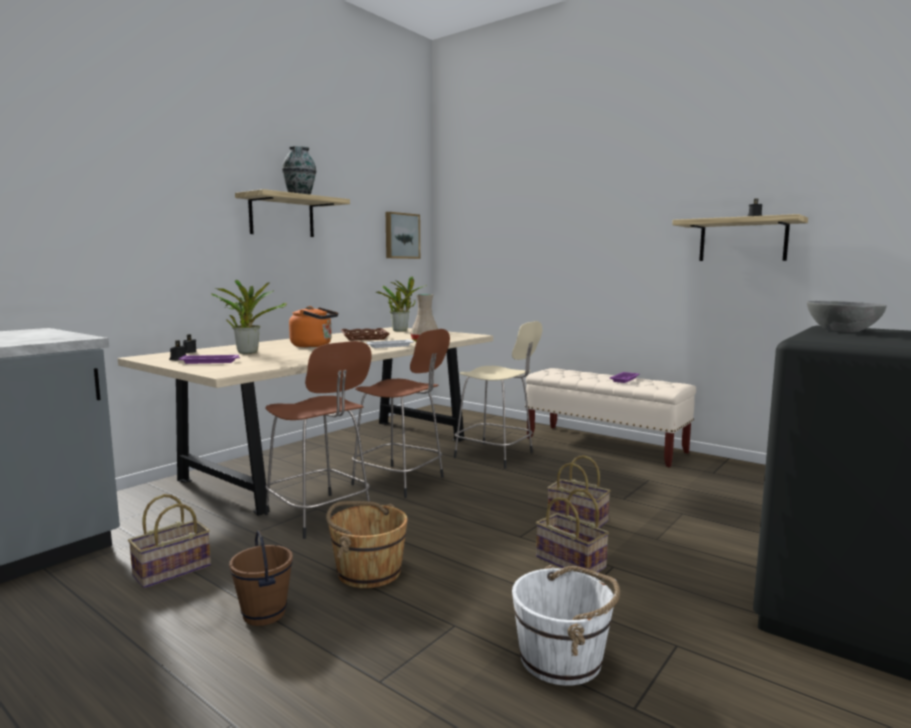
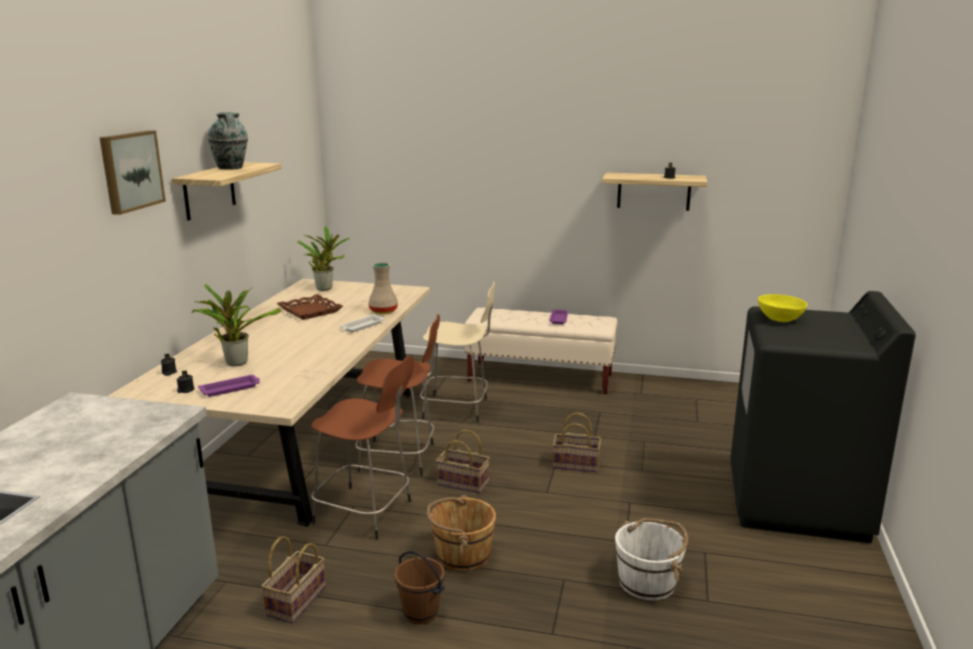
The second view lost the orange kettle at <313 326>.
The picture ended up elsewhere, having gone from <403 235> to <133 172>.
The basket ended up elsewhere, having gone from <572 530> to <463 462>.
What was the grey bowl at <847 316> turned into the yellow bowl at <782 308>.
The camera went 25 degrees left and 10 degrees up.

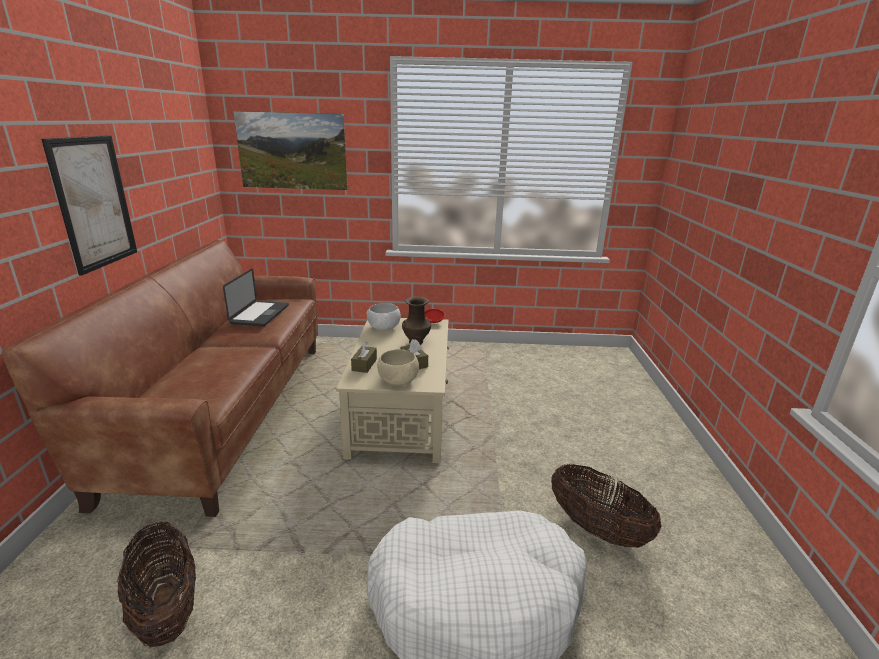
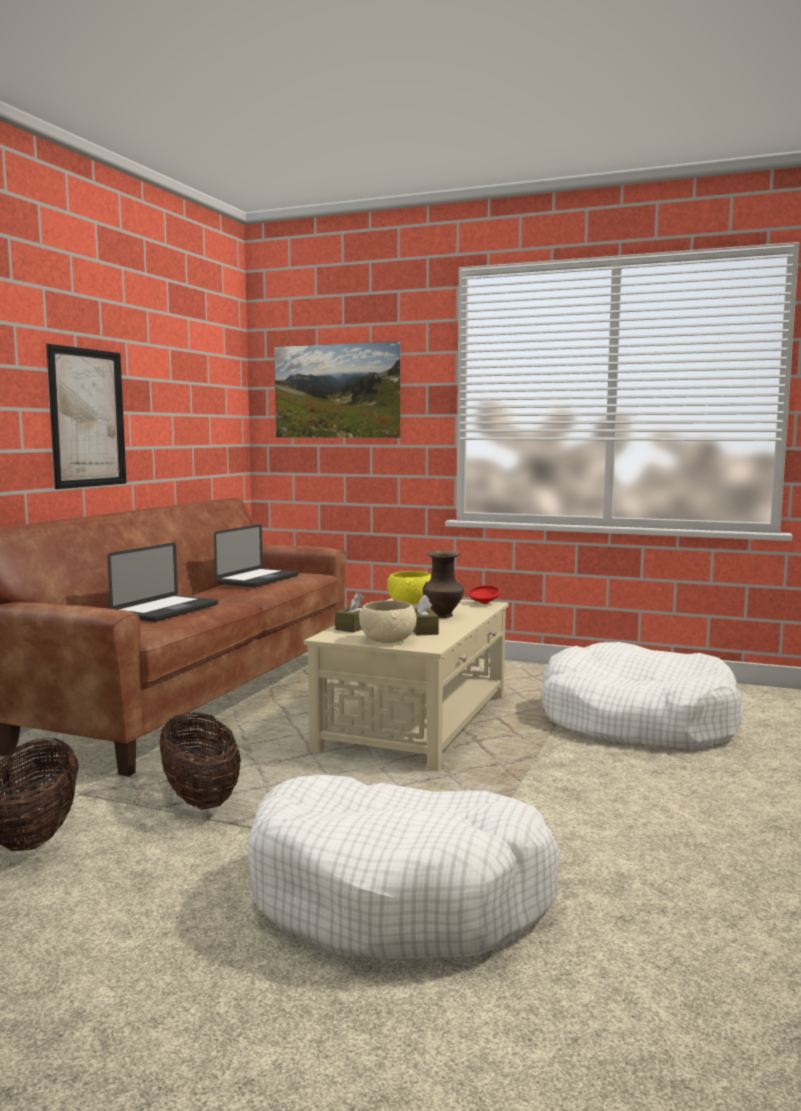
The second view gained the laptop at <162 582>.
The second view gained the white dog bed at <641 696>.
The basket ended up elsewhere, having gone from <606 506> to <200 761>.
What was the white bowl at <383 316> turned into the yellow bowl at <409 588>.
The camera went 20 degrees right and 15 degrees down.

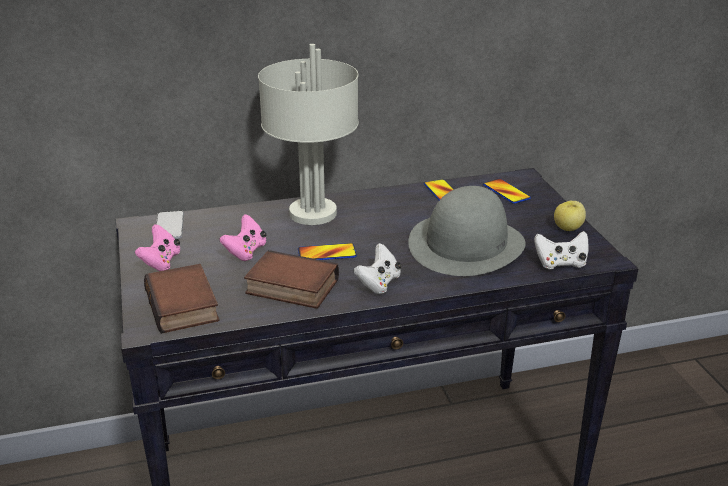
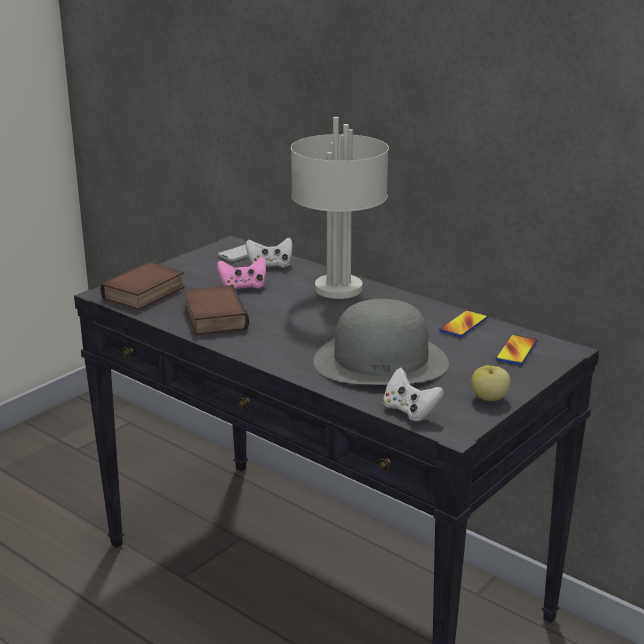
The second view lost the pink game controller at <157 247>.
The second view lost the phone at <327 251>.
The white game controller ended up elsewhere, having gone from <378 268> to <269 253>.
The camera went 55 degrees right and 5 degrees down.

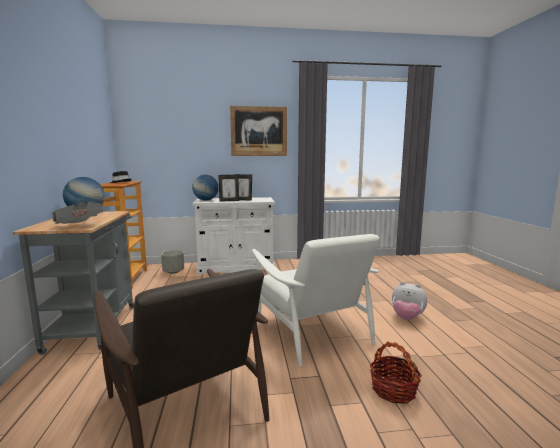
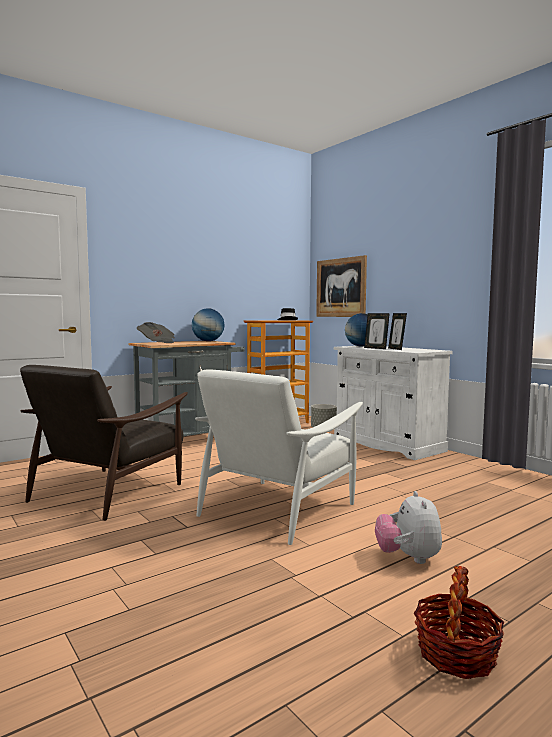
The picture ended up elsewhere, having gone from <258 131> to <341 286>.
The basket ended up elsewhere, having gone from <396 372> to <459 622>.
The camera went 60 degrees right and 5 degrees down.

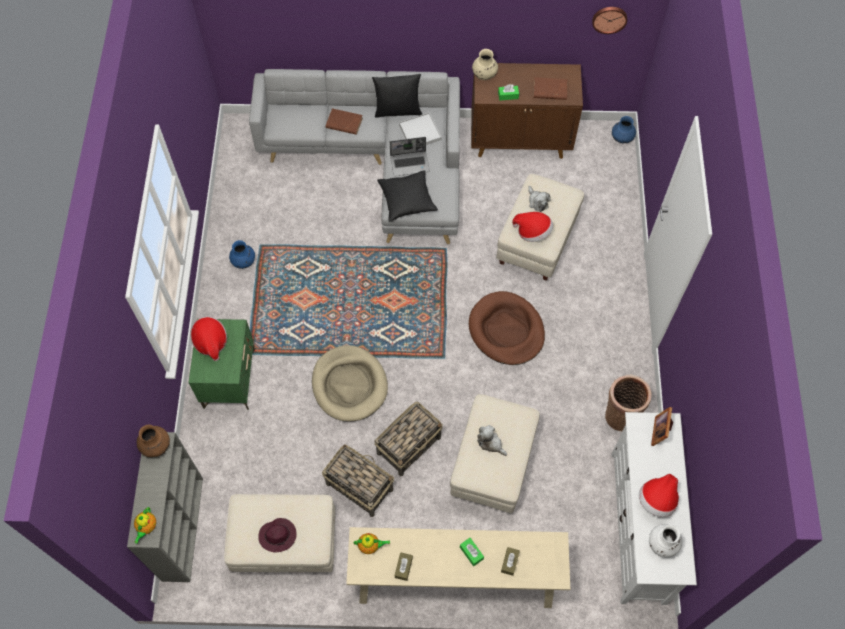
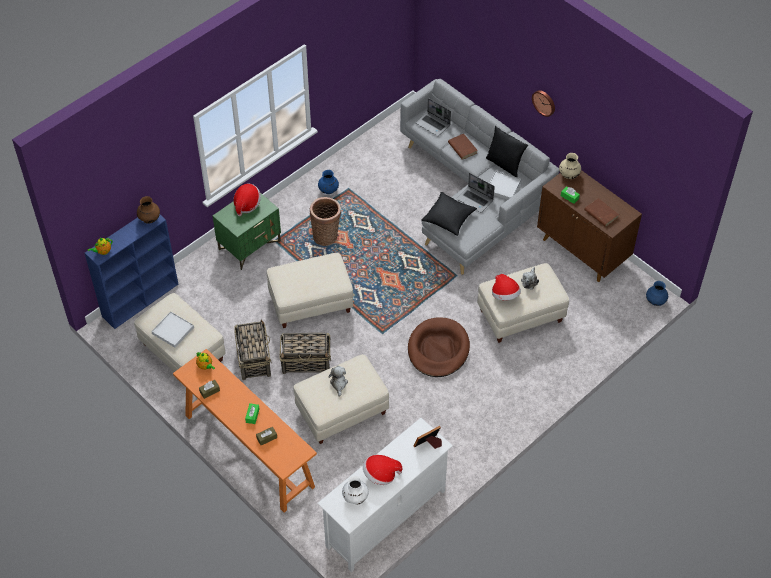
The second view gained the laptop at <433 117>.
The wall clock ended up elsewhere, having gone from <609 20> to <543 103>.
The basket ended up elsewhere, having gone from <628 403> to <325 221>.
Where the purple hat stood at <277 535>, the white tray came to stand at <172 329>.
Where the beige dog bed stood at <350 383>, the beige ottoman came to stand at <310 290>.
What was the grey bookcase at <165 507> turned into the blue bookcase at <131 272>.
What was the beige console table at <458 567> turned into the orange console table at <245 431>.
The camera went 45 degrees right and 10 degrees down.

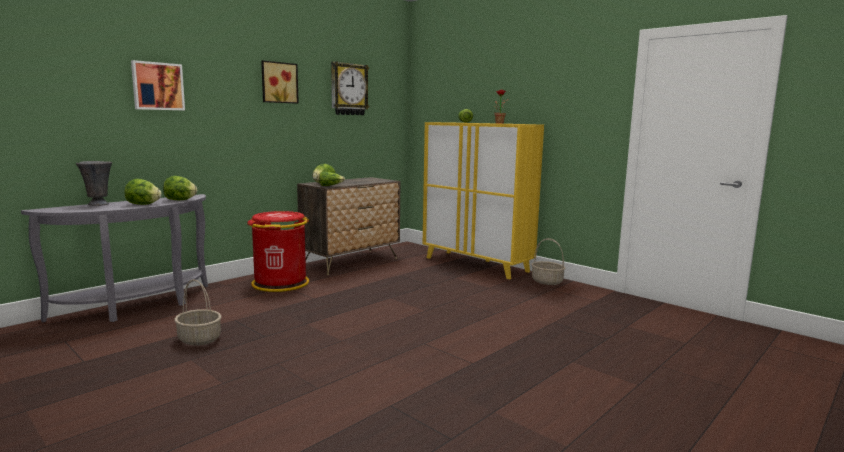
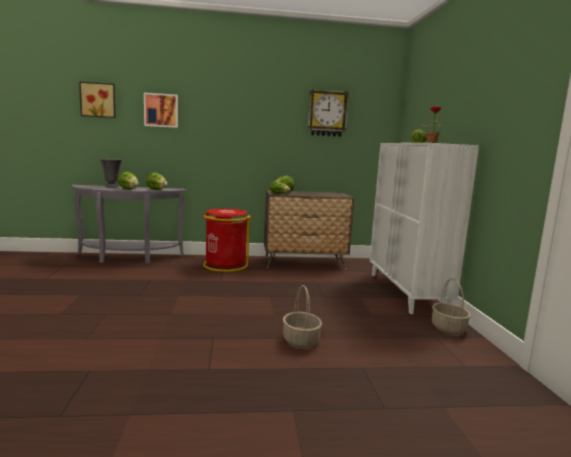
The basket ended up elsewhere, having gone from <198 312> to <302 316>.
The picture ended up elsewhere, having gone from <280 82> to <97 100>.
What was the yellow cabinet at <483 200> turned into the white cabinet at <424 228>.
The camera went 40 degrees right and 0 degrees up.

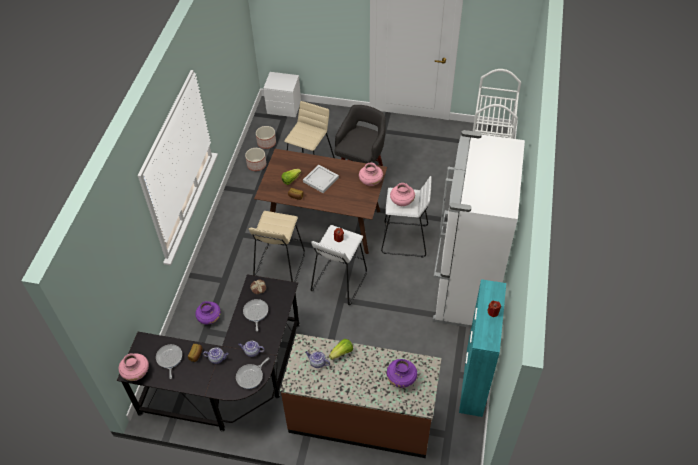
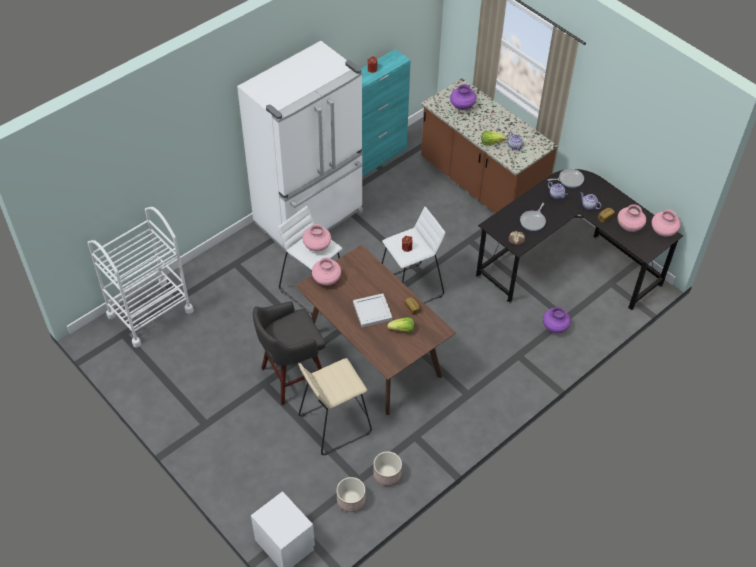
The second view lost the beige stool at <277 246>.
Where the frying pan stood at <169 361>, the pink vase came to stand at <632 218>.
The camera went 145 degrees left and 0 degrees up.

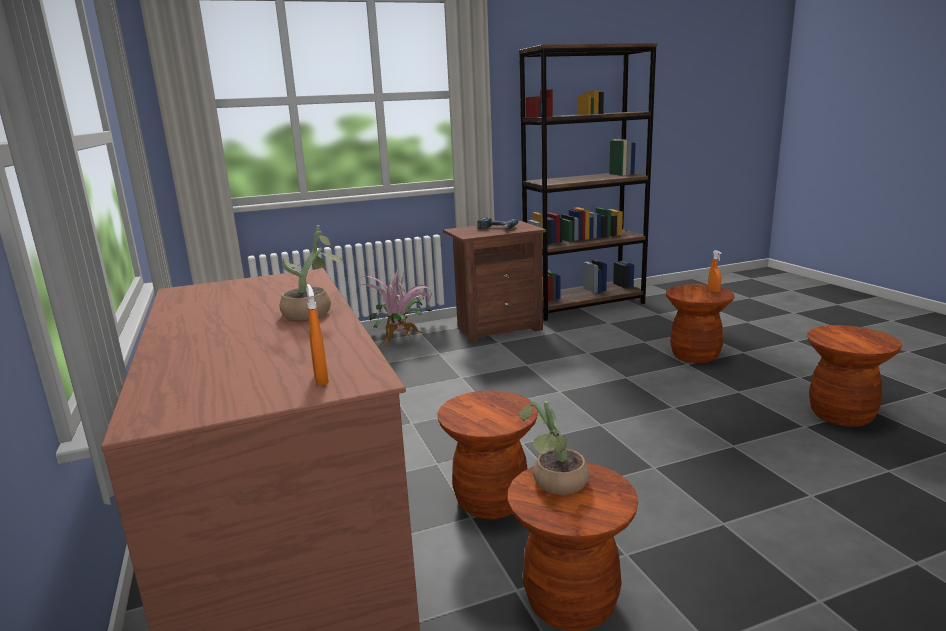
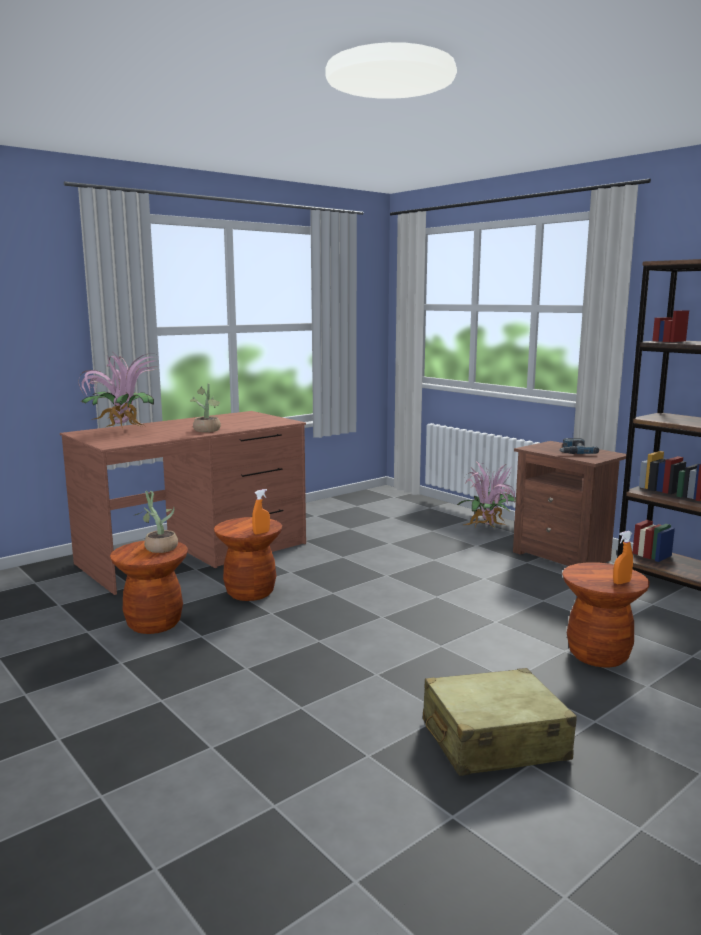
The second view gained the potted plant at <118 391>.
The orange spray bottle ended up elsewhere, having gone from <317 335> to <261 511>.
Where the brown stool stood at <854 376>, the beige suitcase came to stand at <500 722>.
The camera went 70 degrees right and 5 degrees down.

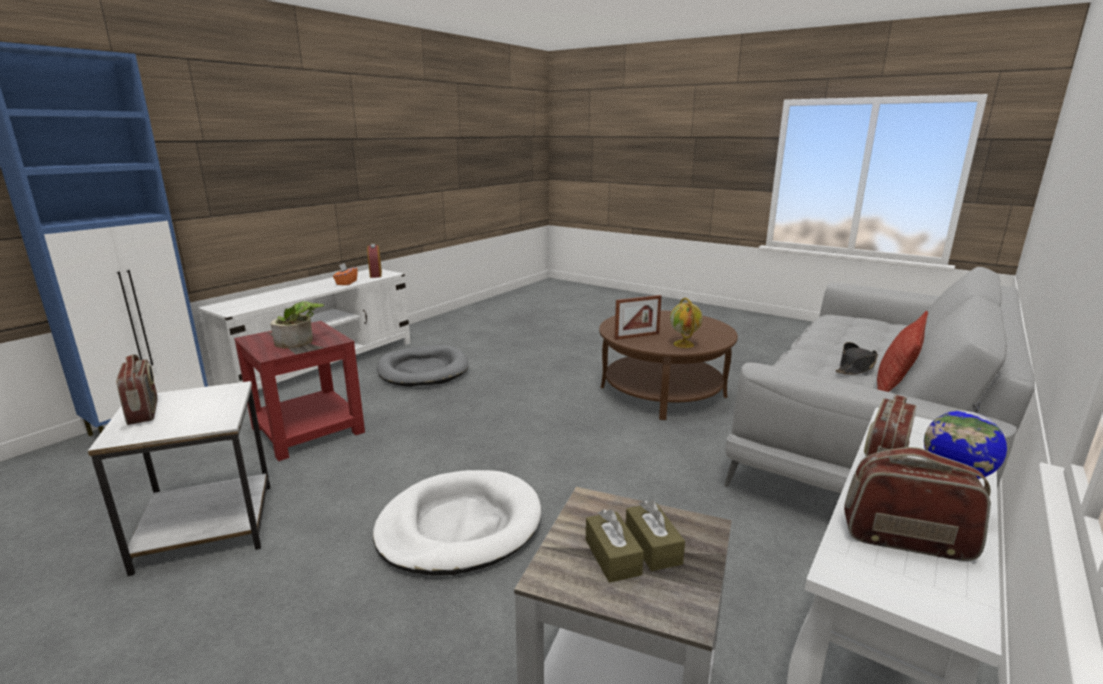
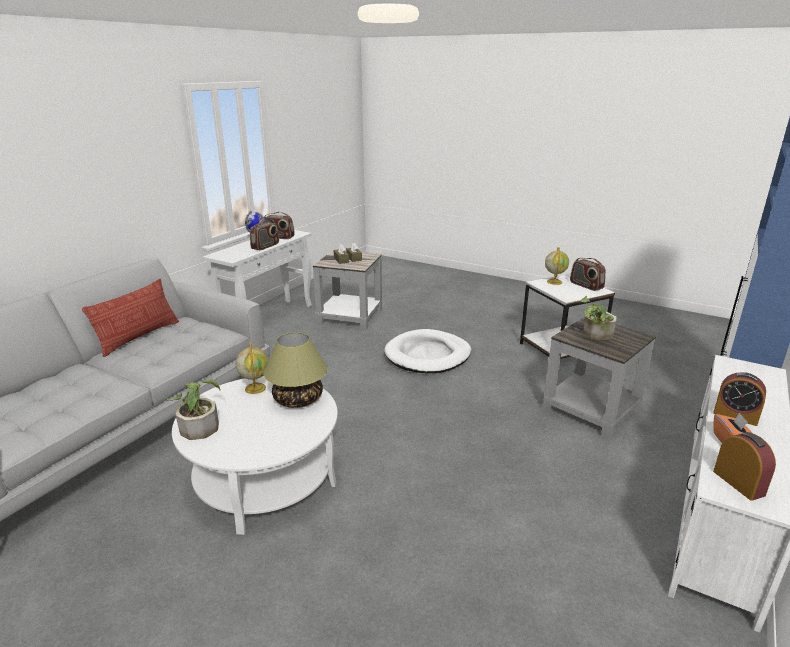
The second view lost the grey dog bed at <423 366>.
The second view lost the black hat at <856 358>.
The second view gained the potted plant at <193 409>.
The second view gained the globe at <557 266>.
The second view gained the alarm clock at <739 399>.
Where the picture frame stood at <638 317>, the table lamp came to stand at <296 370>.
What was the red side table at <299 391> turned into the grey side table at <599 378>.
What was the brown coffee table at <668 365> turned into the white coffee table at <255 455>.
The camera went 175 degrees right and 5 degrees up.

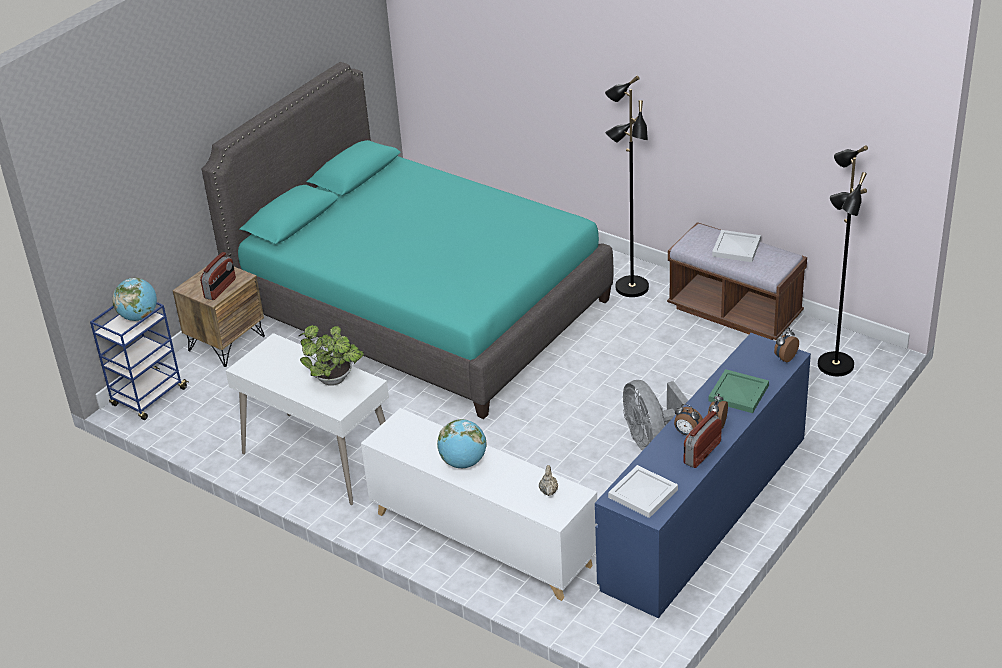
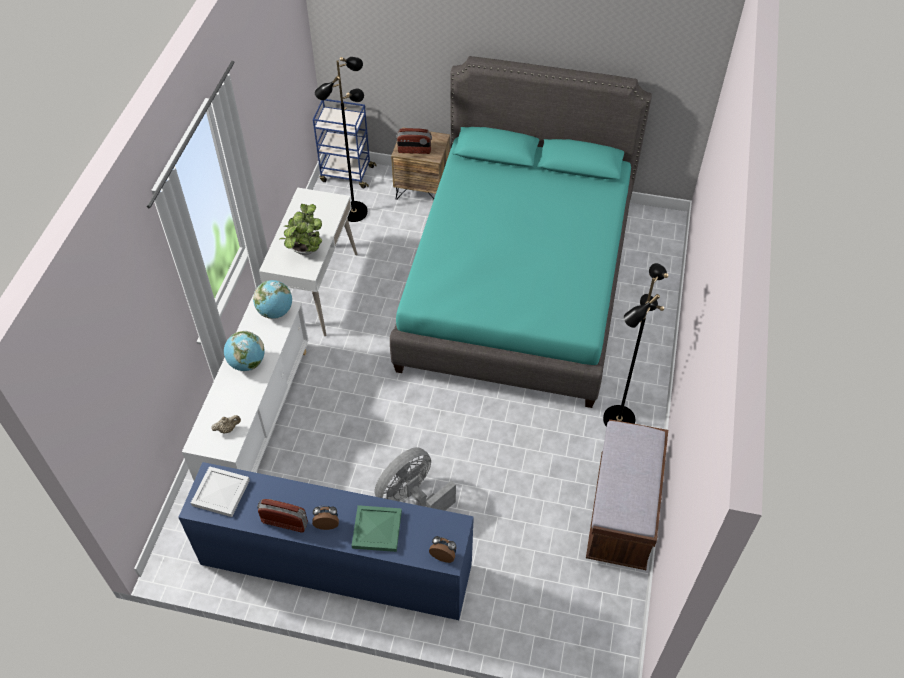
The second view lost the alarm clock at <688 419>.
The second view lost the white tray at <736 246>.
The globe ended up elsewhere, having gone from <134 299> to <272 299>.
The black floor lamp ended up elsewhere, having gone from <843 260> to <341 139>.
The camera went 65 degrees right and 15 degrees up.

